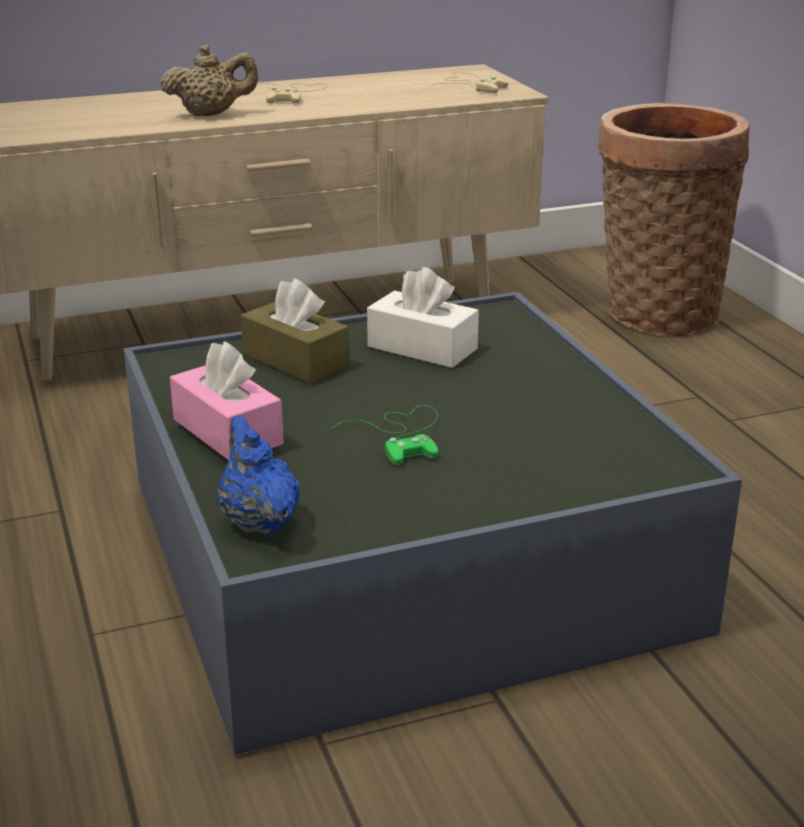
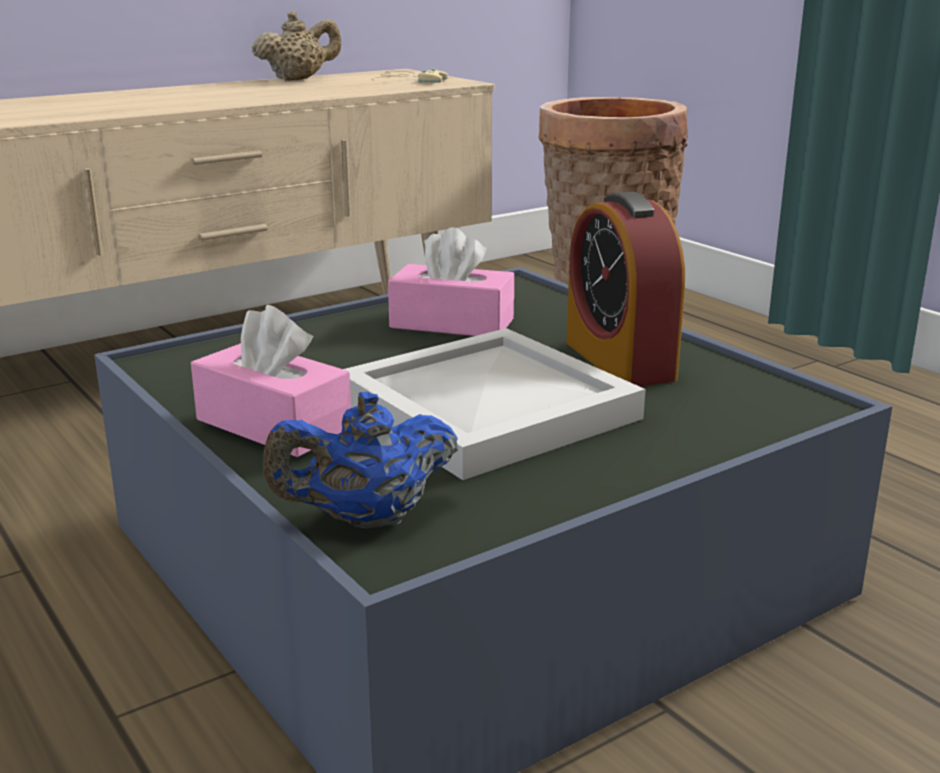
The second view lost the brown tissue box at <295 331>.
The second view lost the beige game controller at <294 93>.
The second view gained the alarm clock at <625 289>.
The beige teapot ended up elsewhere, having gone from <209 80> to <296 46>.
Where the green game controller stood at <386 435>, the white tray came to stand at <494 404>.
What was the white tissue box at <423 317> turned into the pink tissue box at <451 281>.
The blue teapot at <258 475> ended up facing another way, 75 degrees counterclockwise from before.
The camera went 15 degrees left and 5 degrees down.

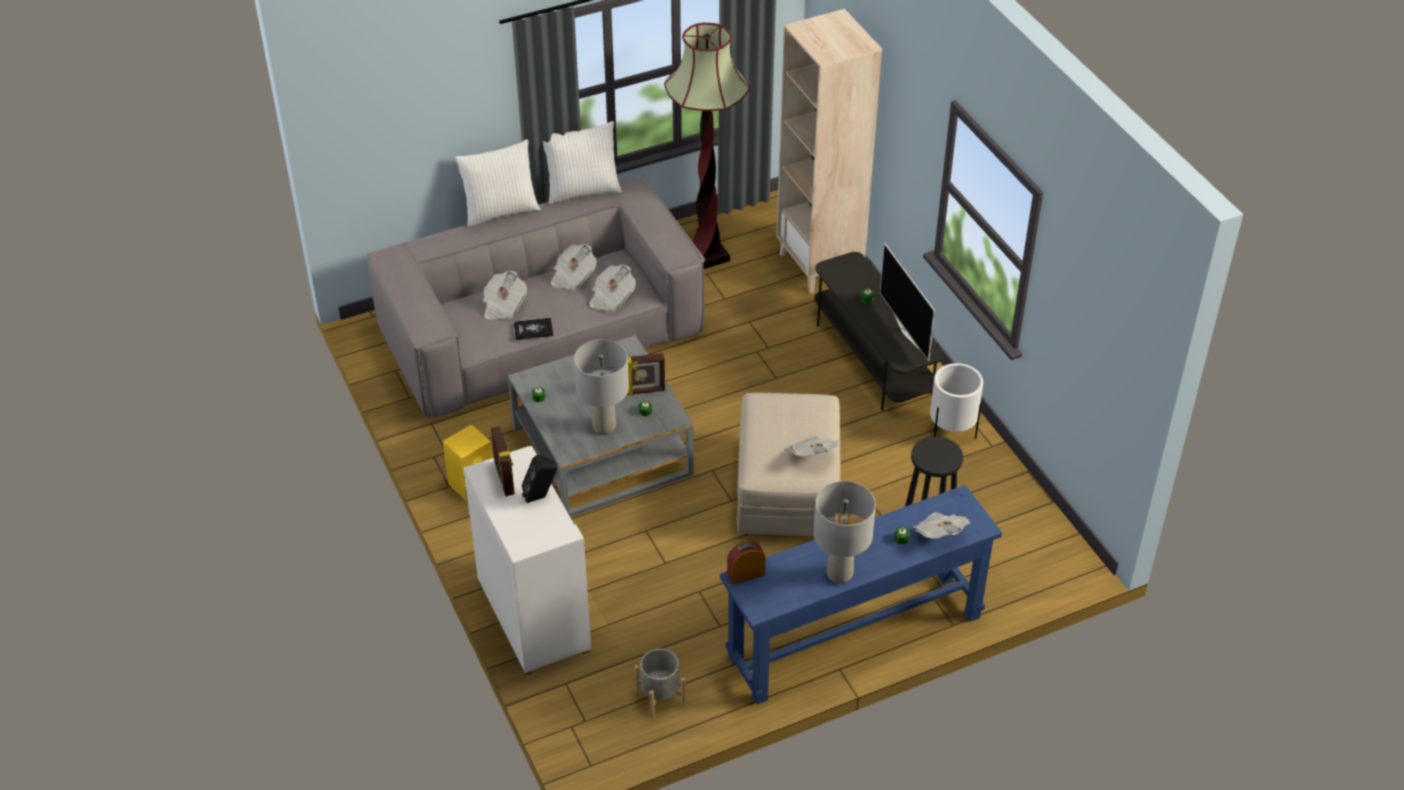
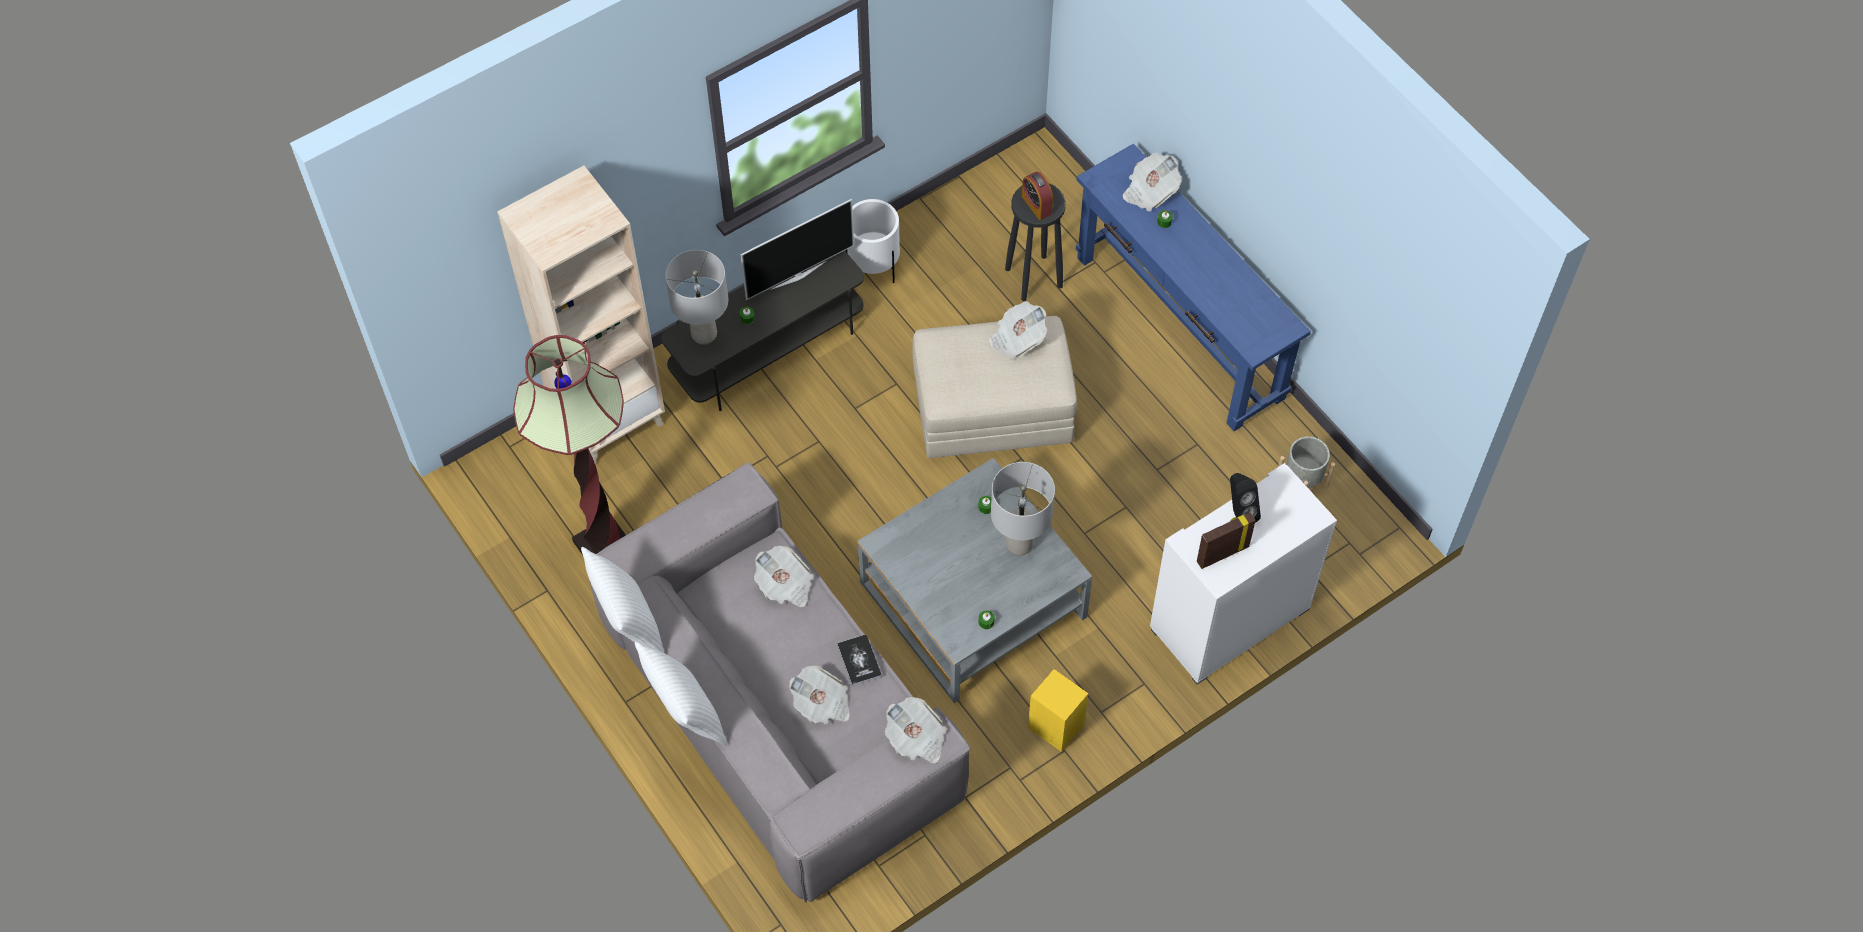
The second view lost the picture frame at <646 374>.
The newspaper ended up elsewhere, having gone from <574 267> to <916 730>.
The alarm clock ended up elsewhere, having gone from <746 562> to <1037 196>.
The grey table lamp ended up elsewhere, having gone from <844 532> to <696 297>.
The camera went 100 degrees left and 15 degrees up.

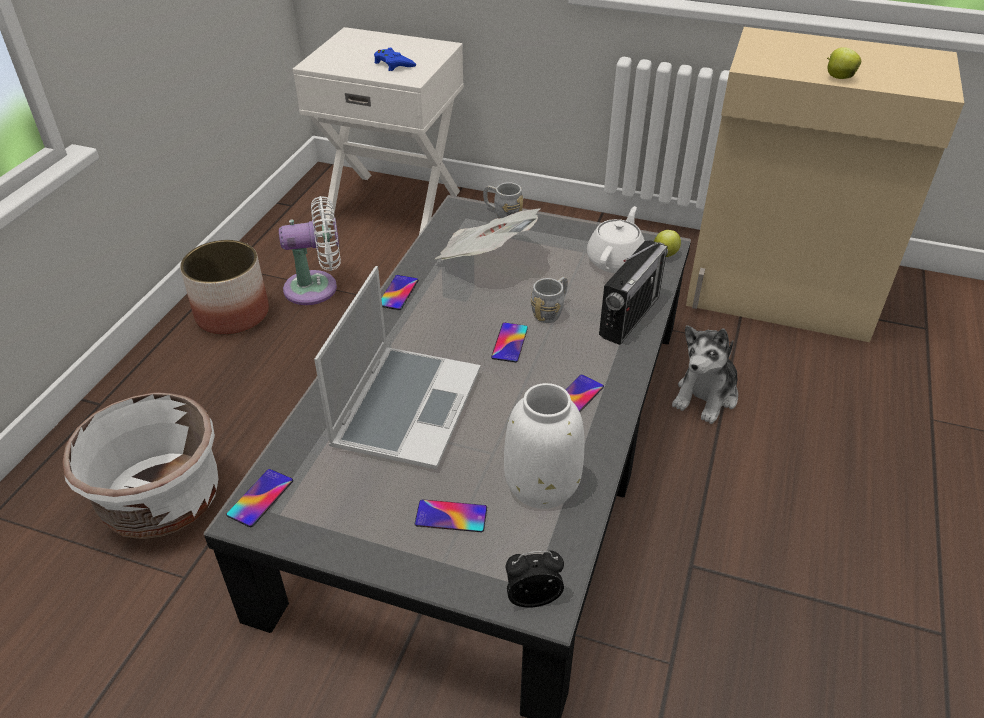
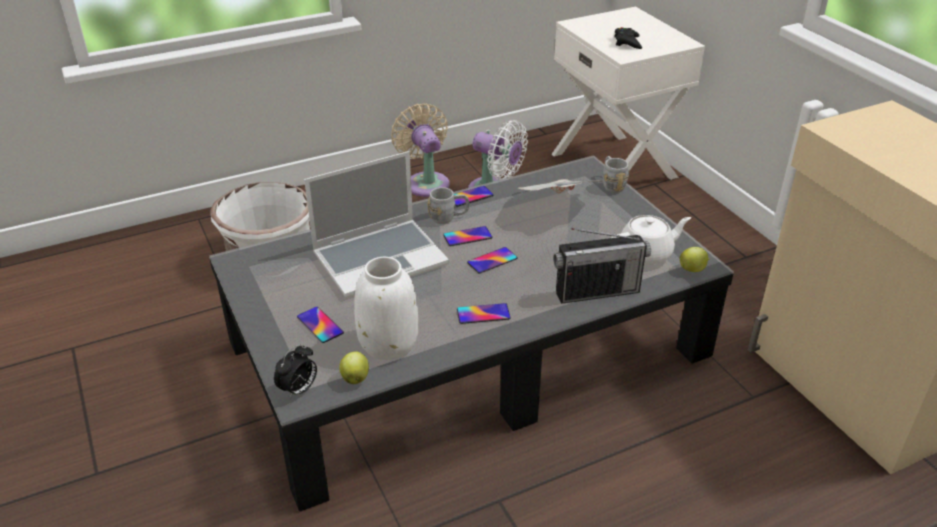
The second view lost the plush toy at <705 374>.
The phone ended up elsewhere, having gone from <259 498> to <467 236>.
The grey mug ended up elsewhere, having gone from <549 300> to <448 205>.
The apple ended up elsewhere, having gone from <844 63> to <354 368>.
Where the planter stood at <224 287>, the beige fan came to stand at <420 150>.
What was the blue game controller at <395 59> turned into the black game controller at <628 38>.
The alarm clock at <535 579> ended up facing another way, 90 degrees clockwise from before.
The camera went 45 degrees right and 5 degrees down.

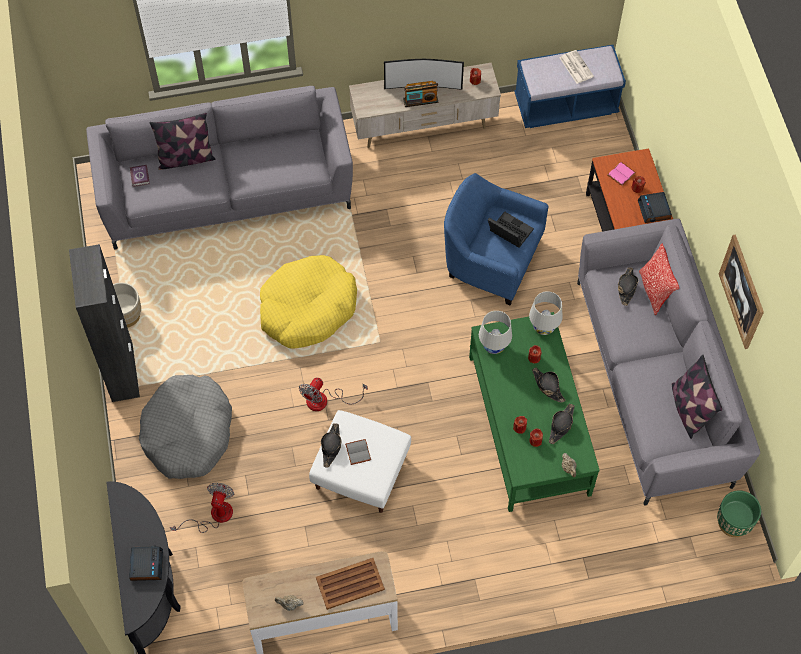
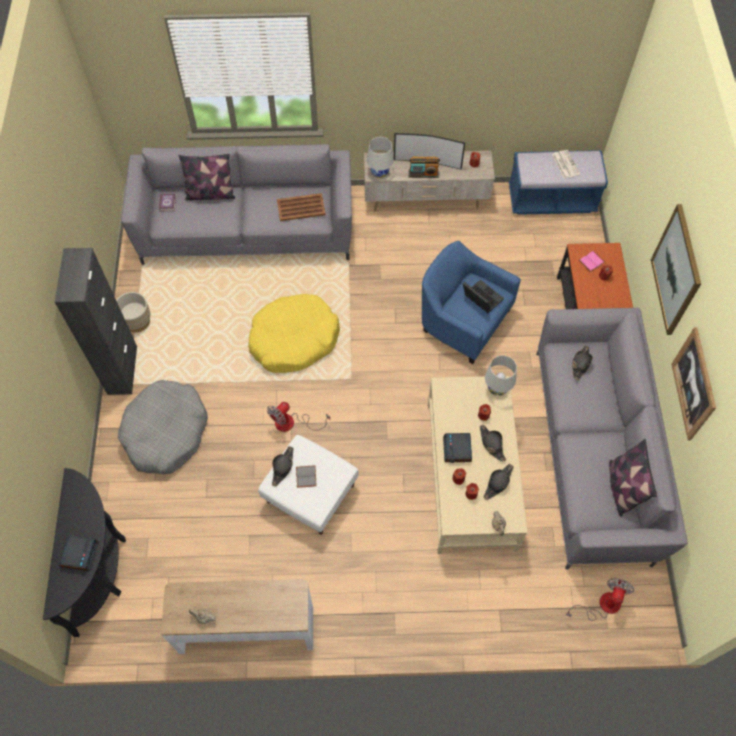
The second view lost the pillow at <659 279>.
The second view lost the green planter at <739 513>.
The second view gained the picture at <676 269>.
The fan ended up elsewhere, having gone from <202 508> to <599 599>.
The brown tray ended up elsewhere, having gone from <350 584> to <301 207>.
The white table lamp ended up elsewhere, having gone from <495 332> to <380 157>.
The alarm clock ended up elsewhere, having gone from <655 207> to <457 448>.
What was the green coffee table at <534 412> turned into the beige coffee table at <478 465>.
The camera went 10 degrees right and 0 degrees up.

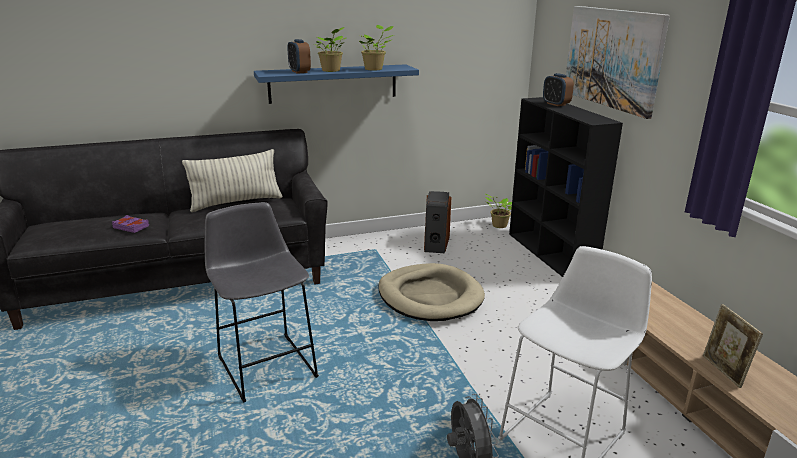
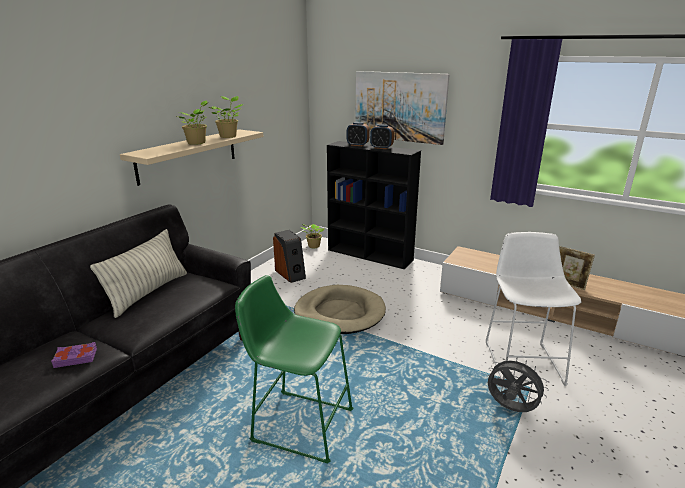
The alarm clock ended up elsewhere, having gone from <299 56> to <382 136>.
What was the grey stool at <262 302> turned into the green stool at <294 369>.
What was the blue shelf at <336 84> turned into the beige shelf at <191 157>.
The camera went 40 degrees left and 0 degrees up.

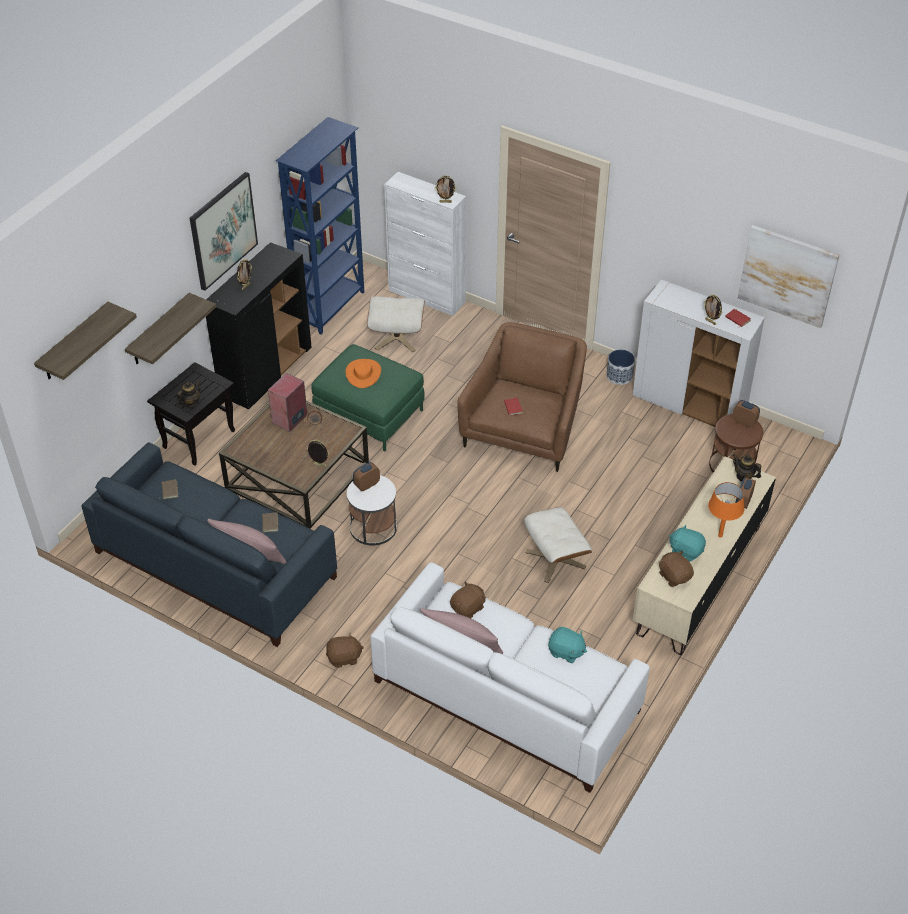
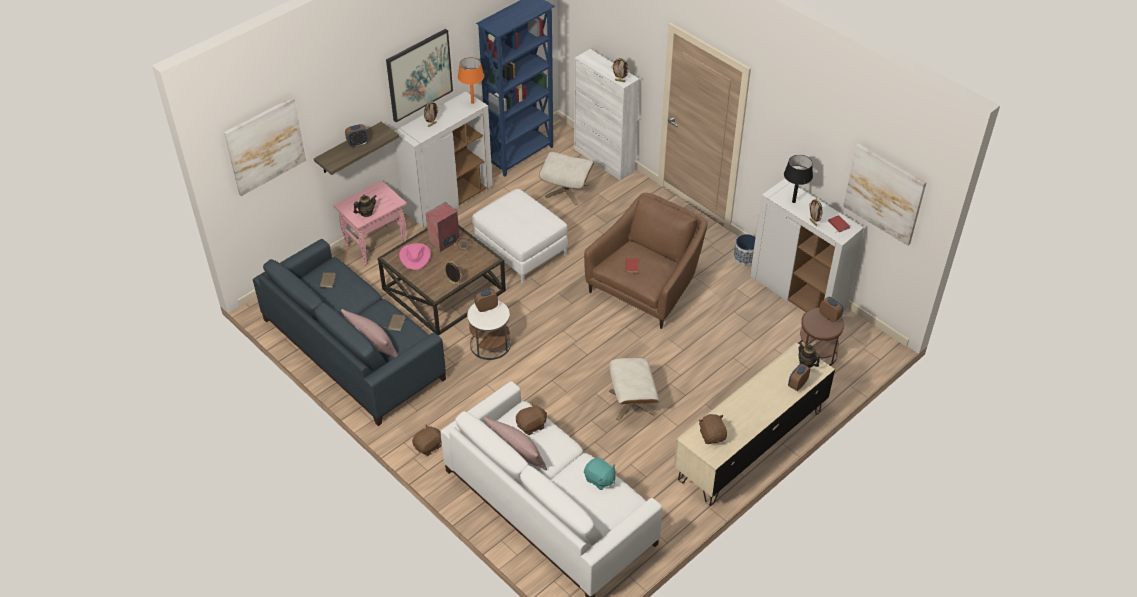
The second view lost the orange hat at <363 373>.
The second view lost the turquoise plush toy at <687 542>.
The second view gained the alarm clock at <357 136>.
The second view gained the pink hat at <415 256>.
The second view gained the black table lamp at <798 179>.
The orange table lamp ended up elsewhere, having gone from <726 510> to <471 80>.
Where the shelf hung at <85 341>, the picture came to hang at <265 146>.
What was the black side table at <191 414> turned into the pink side table at <370 223>.
What was the black cabinet at <259 325> turned into the white cabinet at <444 159>.
What was the green ottoman at <368 397> turned into the white ottoman at <520 236>.
The brown plush toy at <345 650> ended up facing another way, 45 degrees counterclockwise from before.
The camera went 15 degrees right and 0 degrees up.

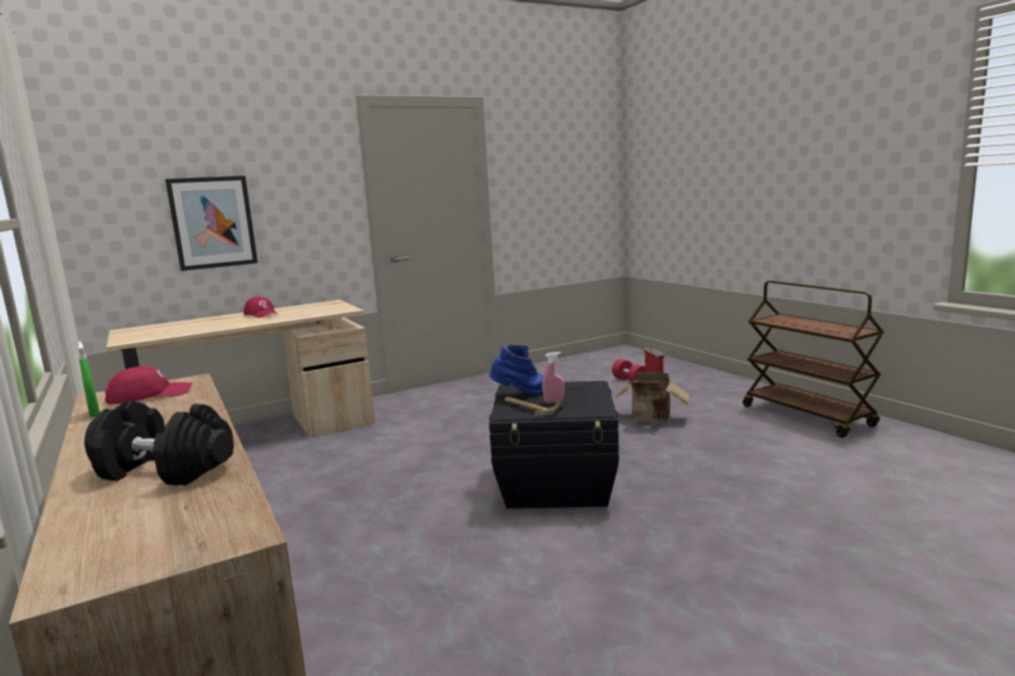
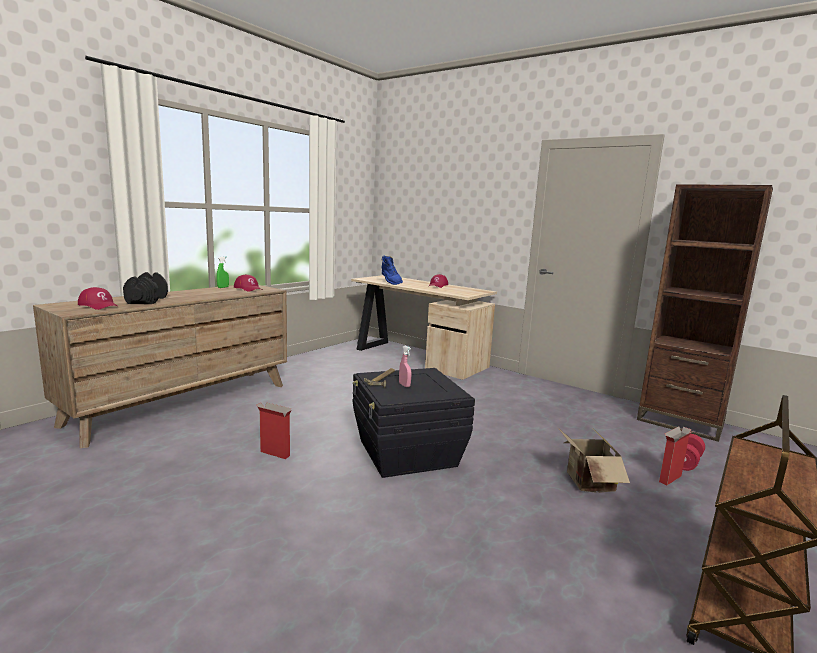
The second view lost the picture at <211 223>.
The second view gained the red cap at <98 298>.
The second view gained the cardboard box at <274 430>.
The second view gained the brown bookcase at <705 313>.
The blue boot ended up elsewhere, having gone from <516 369> to <392 270>.
The camera went 65 degrees right and 0 degrees up.

